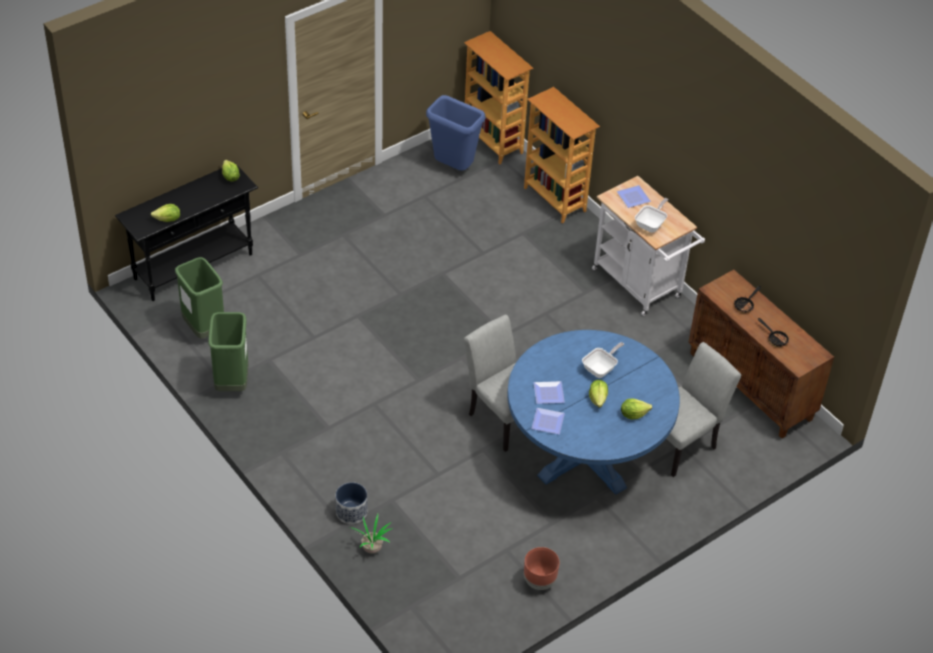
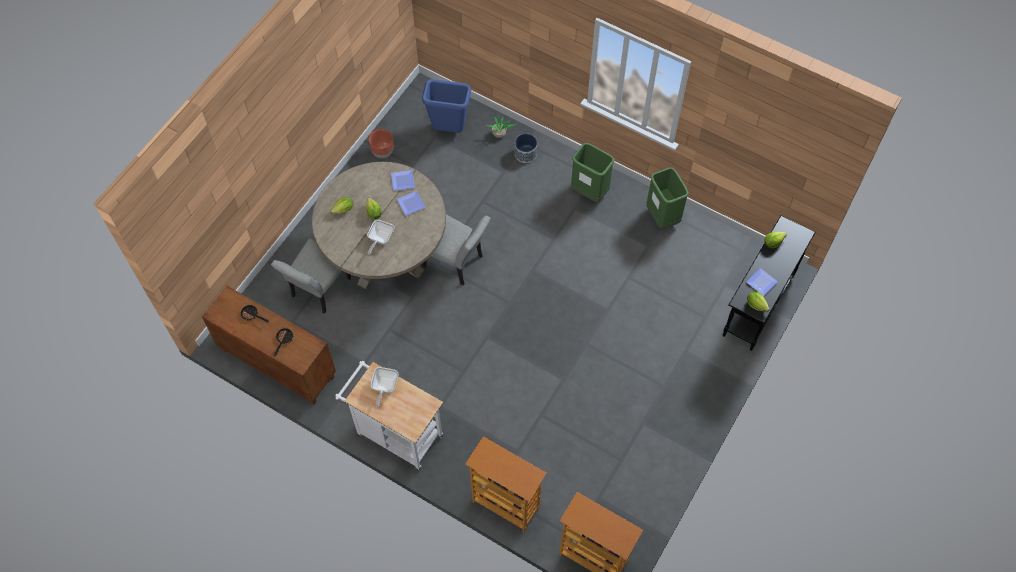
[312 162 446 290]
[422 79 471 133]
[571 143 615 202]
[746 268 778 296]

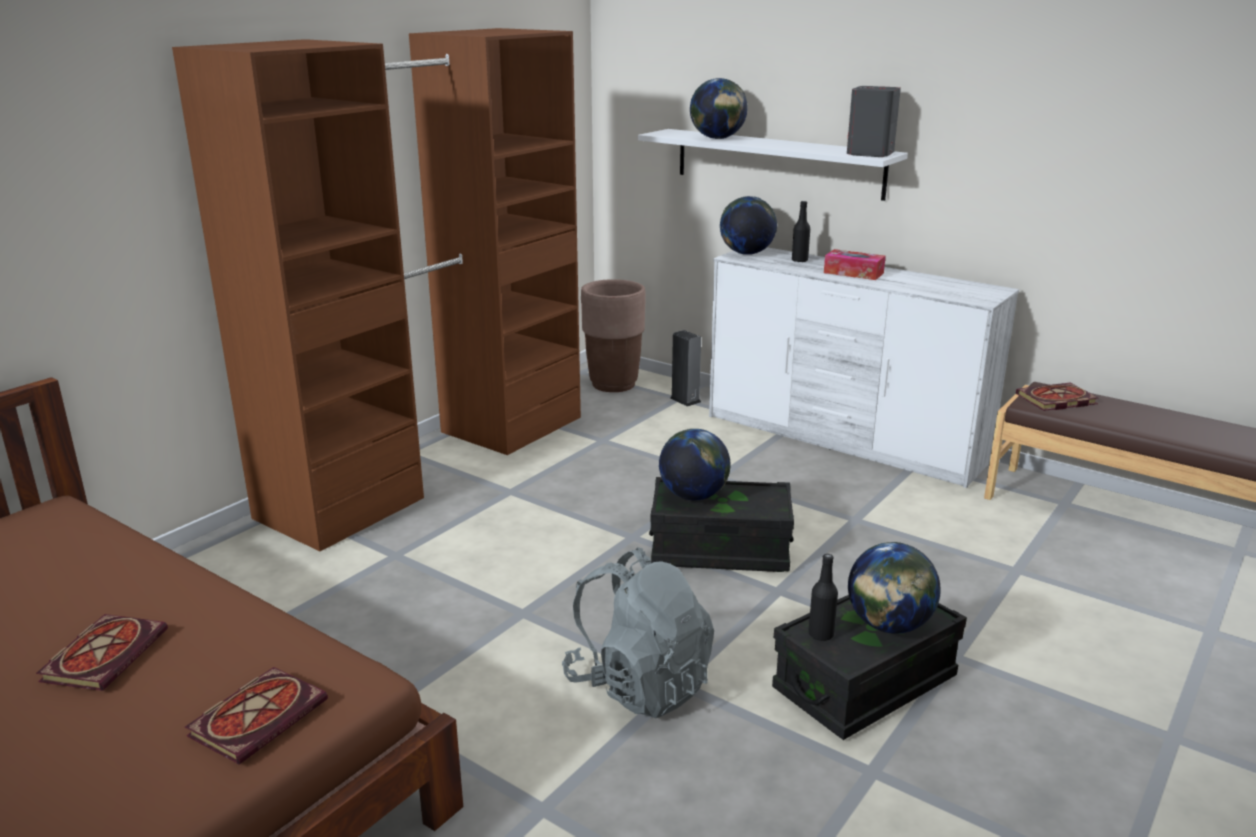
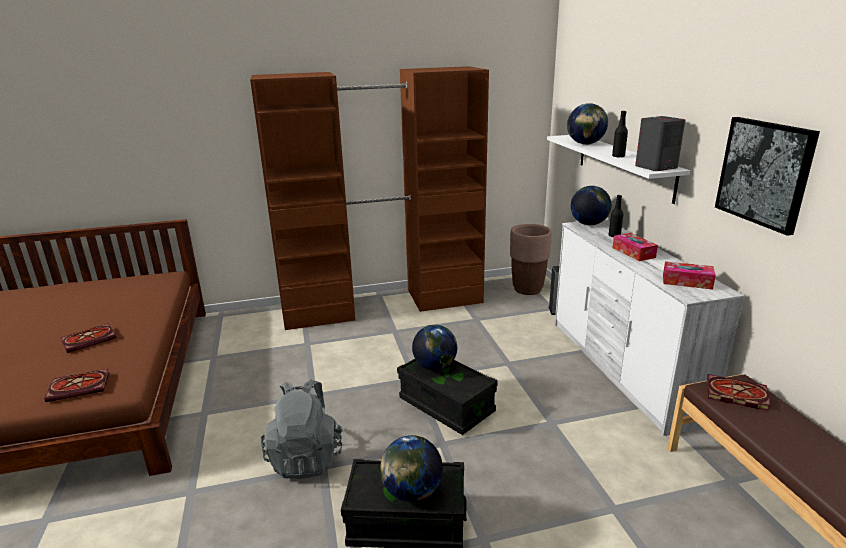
[612 111 628 157]
[663 261 716 290]
[715 117 820 236]

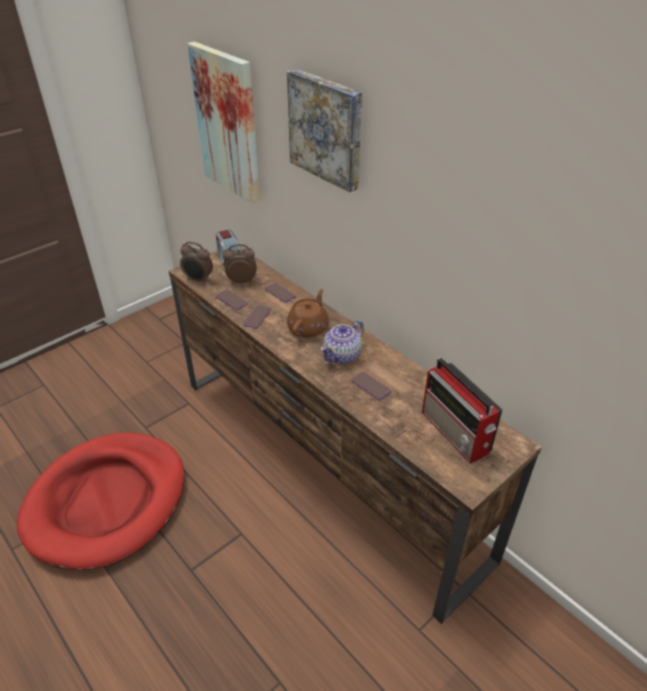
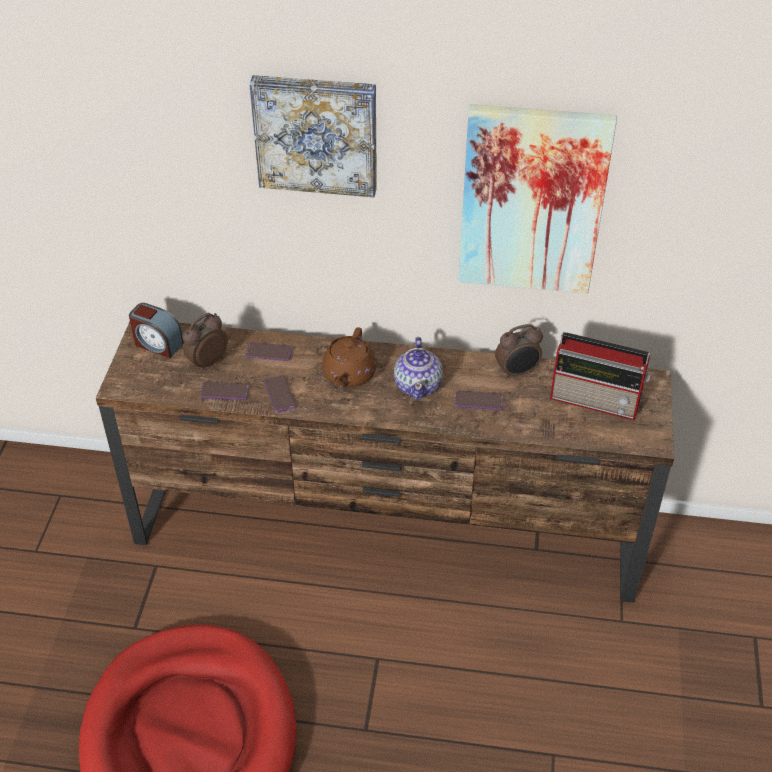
[322 327 376 388]
[459 104 617 294]
[495 324 543 379]

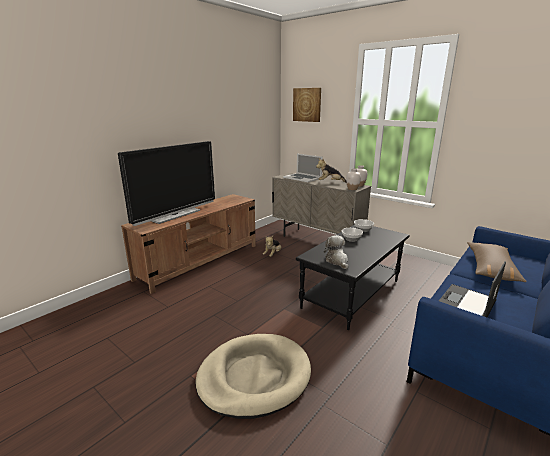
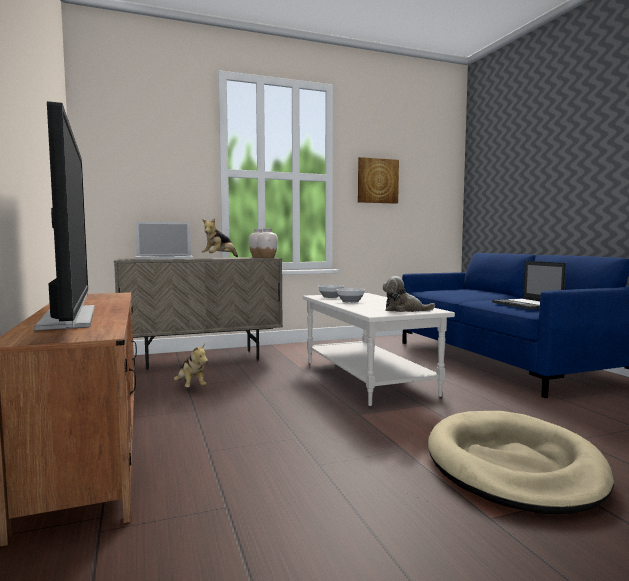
[303 293 455 406]
[358 157 399 204]
[467 242 527 282] (first image)

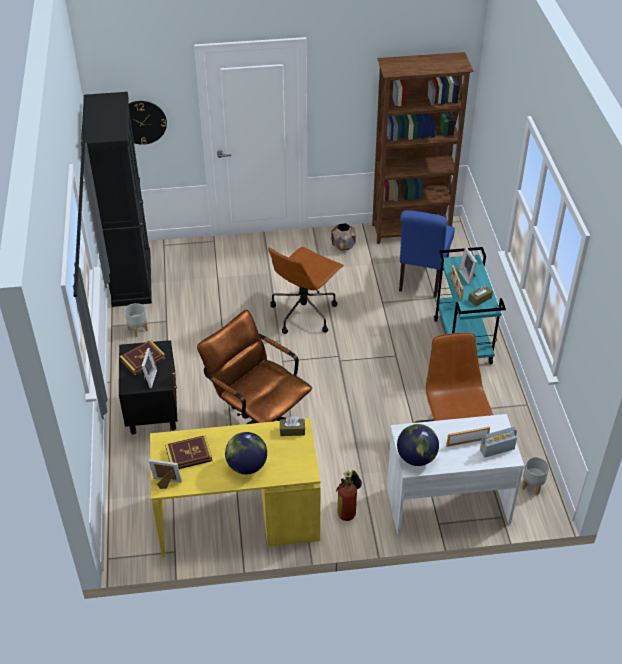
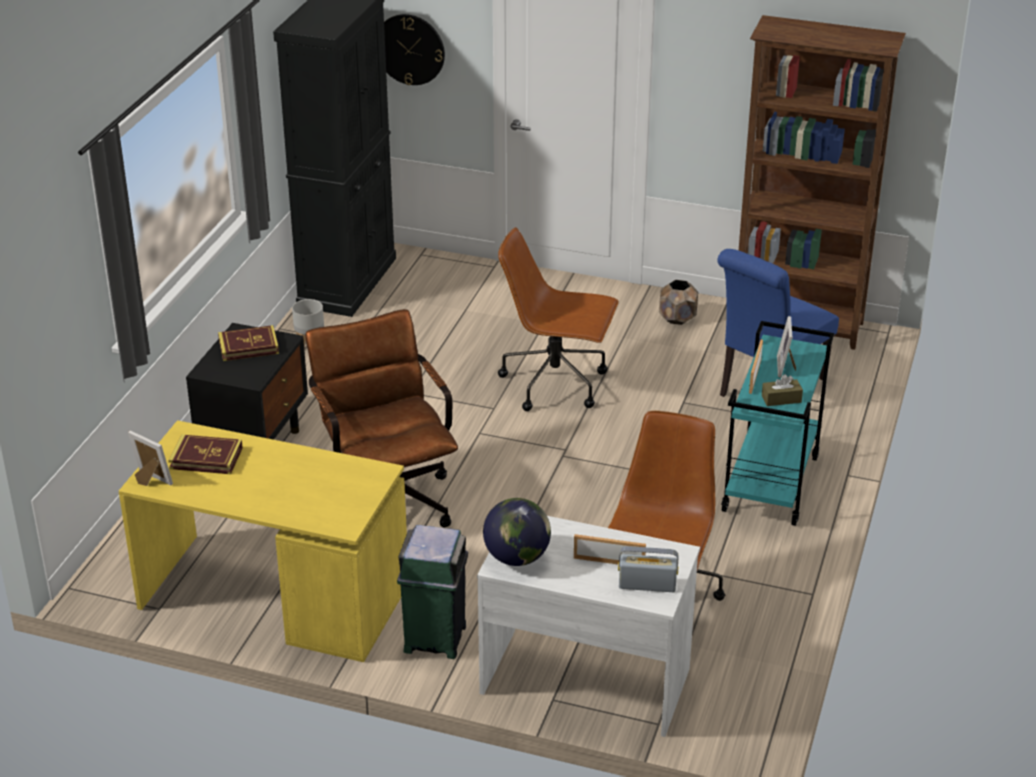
[397 525 468 659]
[498 227 619 411]
[142 348 157 388] (first image)
[225 432 267 474] (first image)
[280 416 305 436] (first image)
[522 457 549 495] (first image)

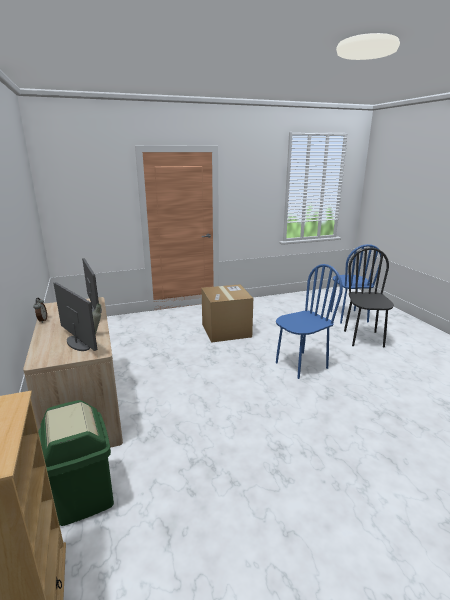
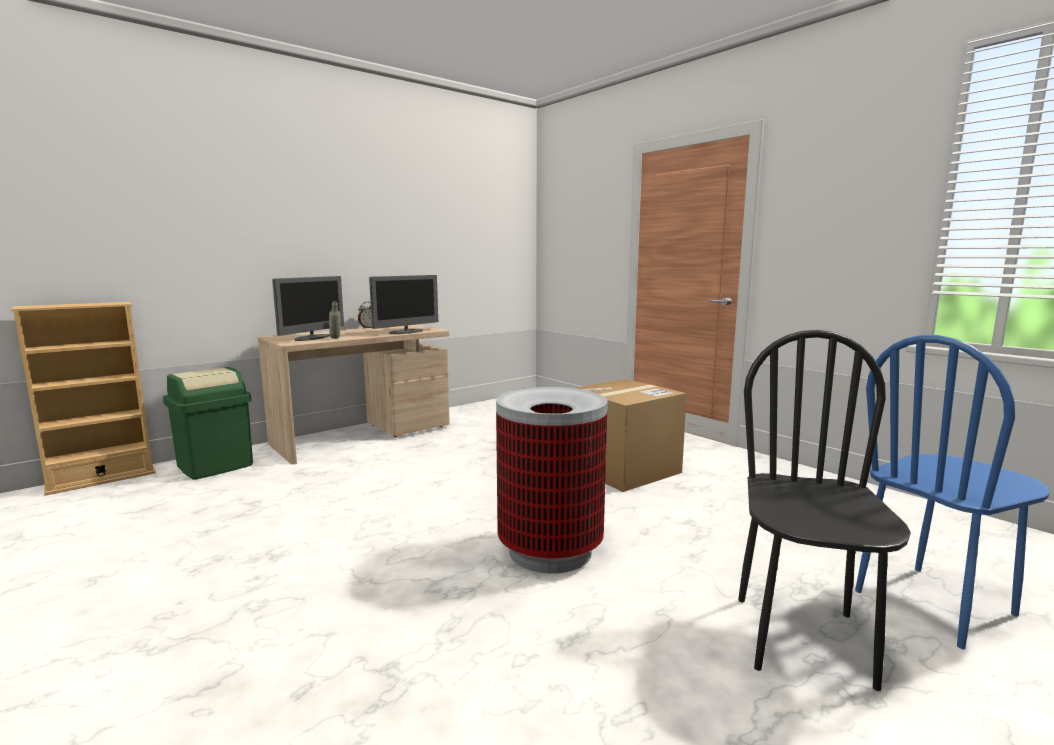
[496 387 608 573]
[738 330 911 691]

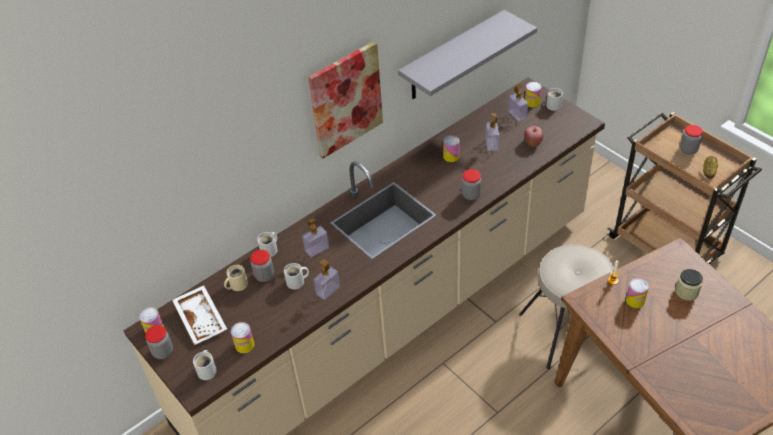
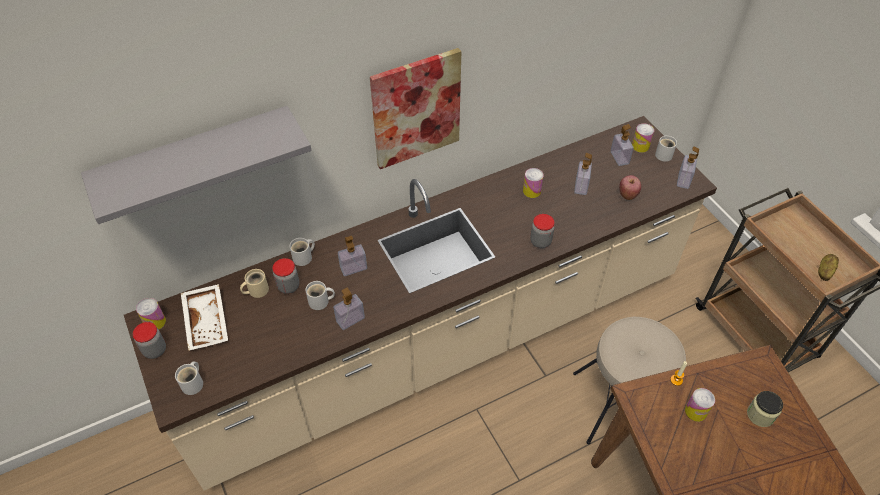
[81 106 311 224]
[677 146 699 189]
[231 322 254 353] (first image)
[680 125 703 154] (first image)

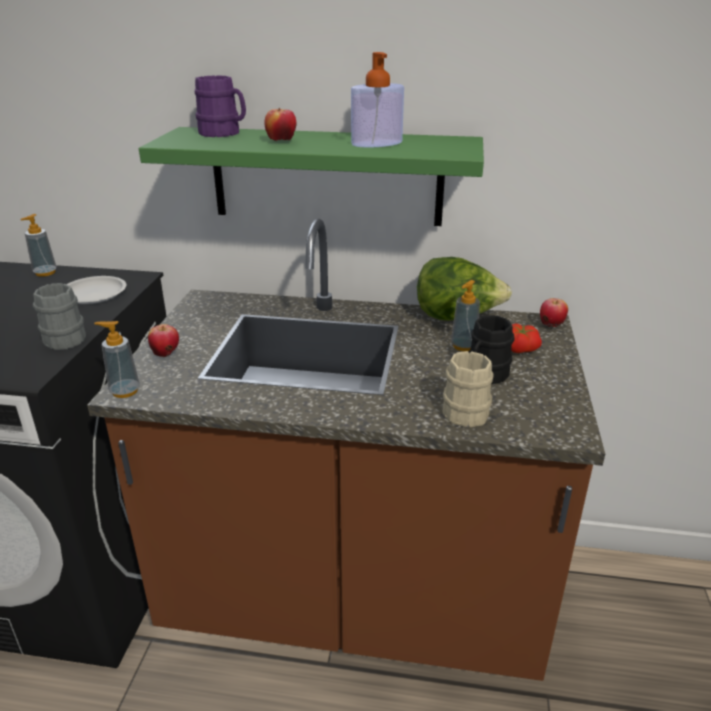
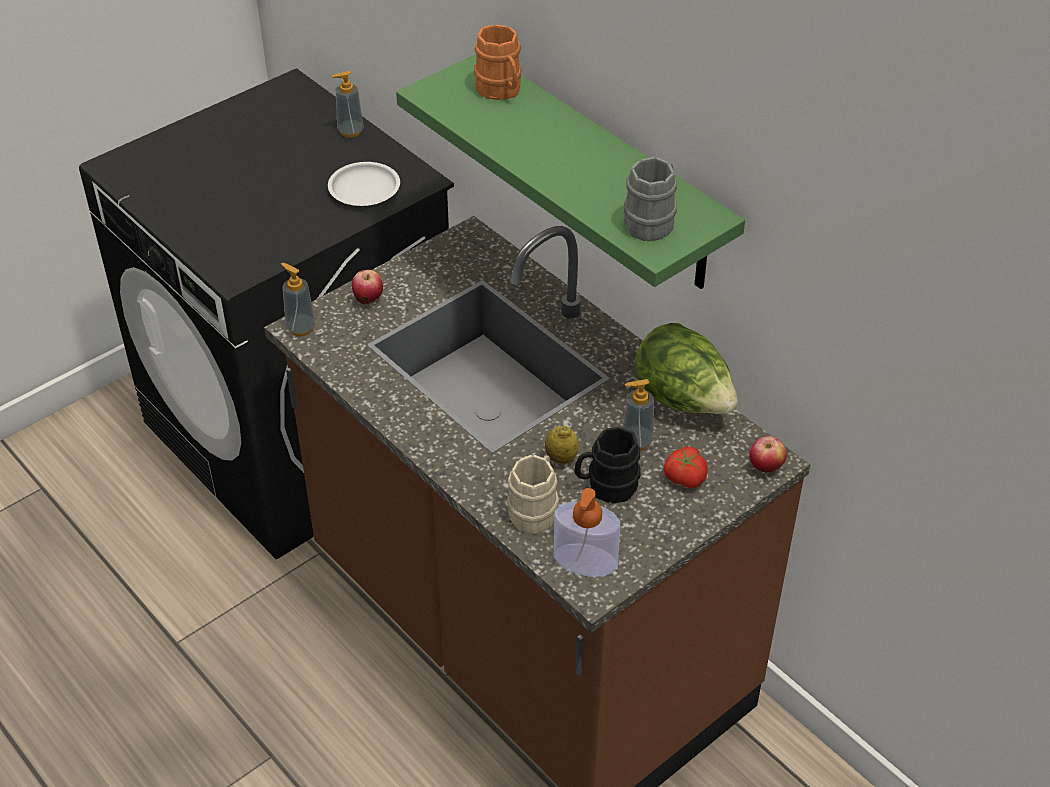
[474 25 522 100]
[545 426 578 464]
[554 488 620 577]
[624 157 677 242]
[264 108 297 141] (first image)

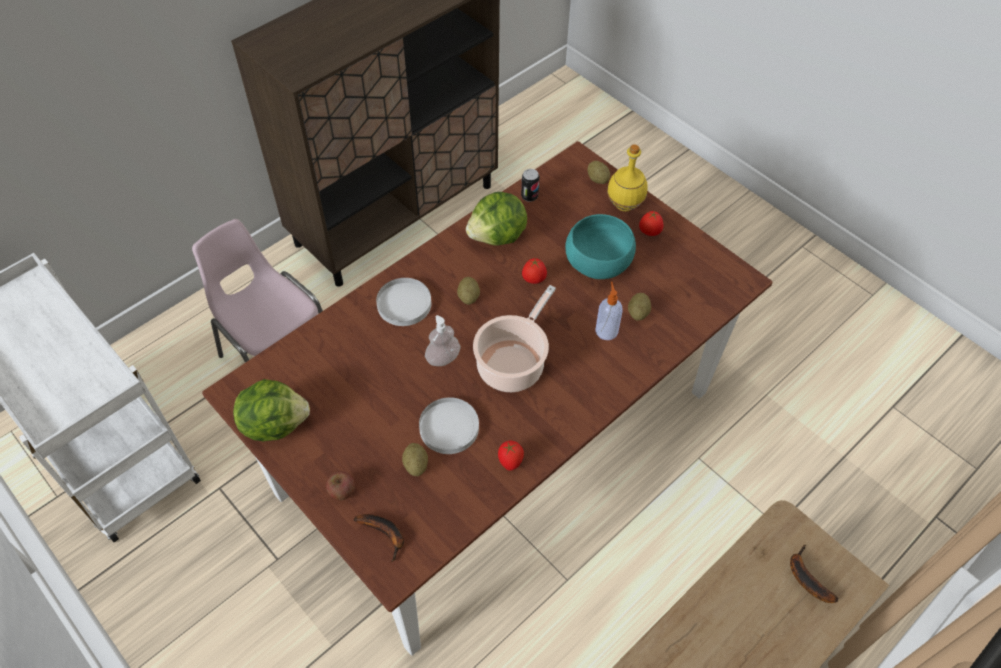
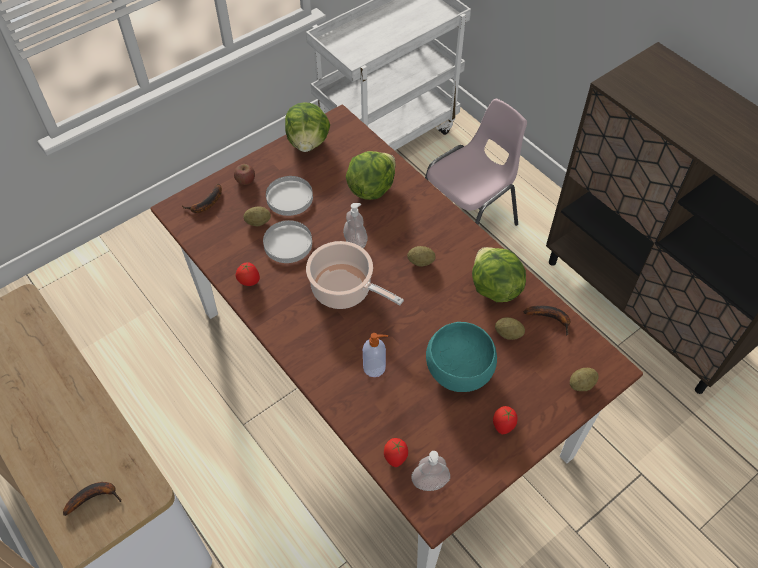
[266 176 313 216]
[346 151 396 200]
[384 438 408 467]
[411 451 450 491]
[495 317 525 340]
[523 305 570 336]
[607 144 648 211] (first image)

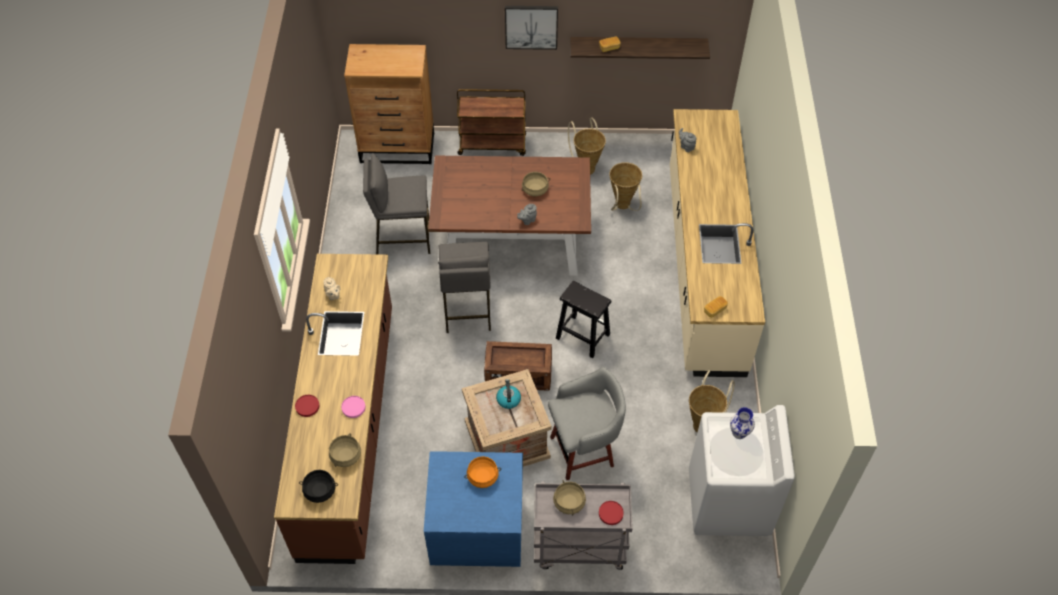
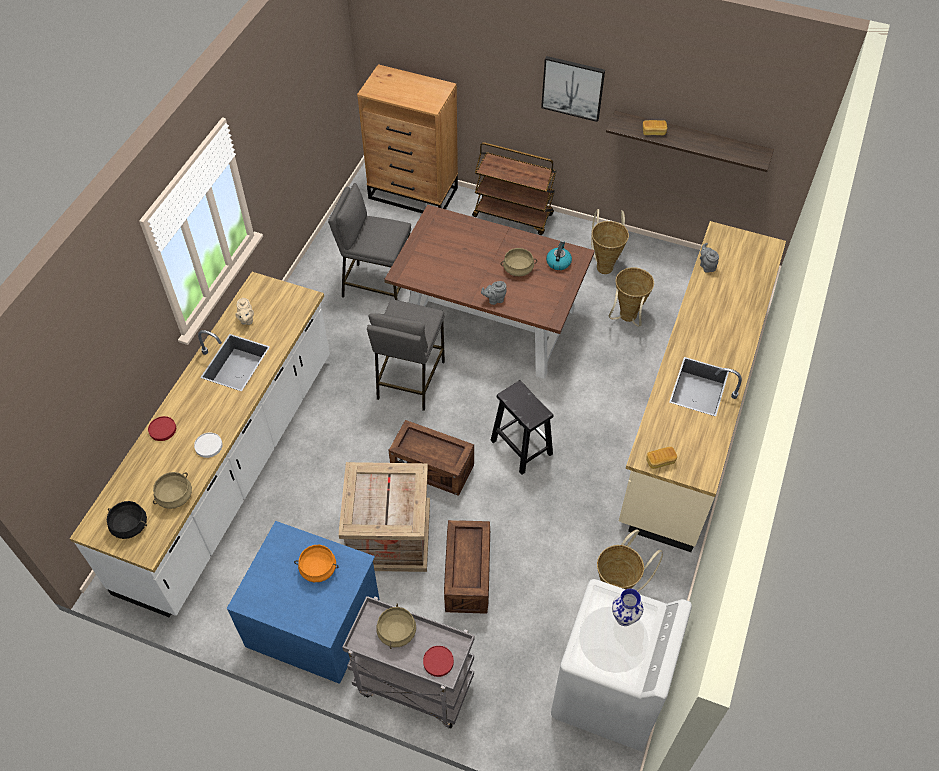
[70 272 330 618]
[194 433 223 458]
[444 520 490 614]
[546 241 572 270]

